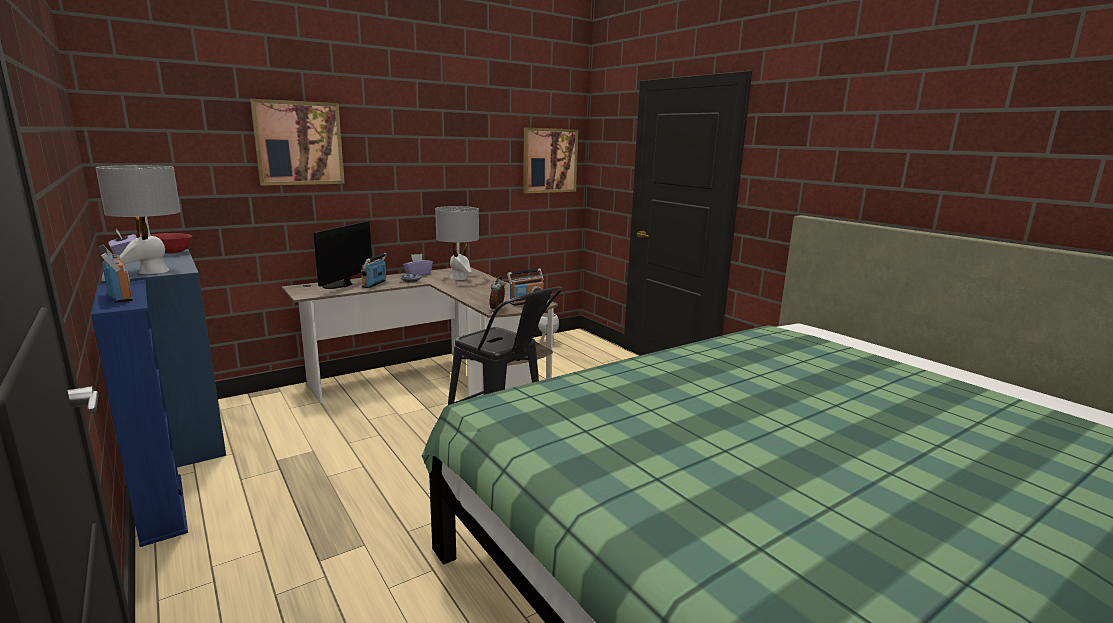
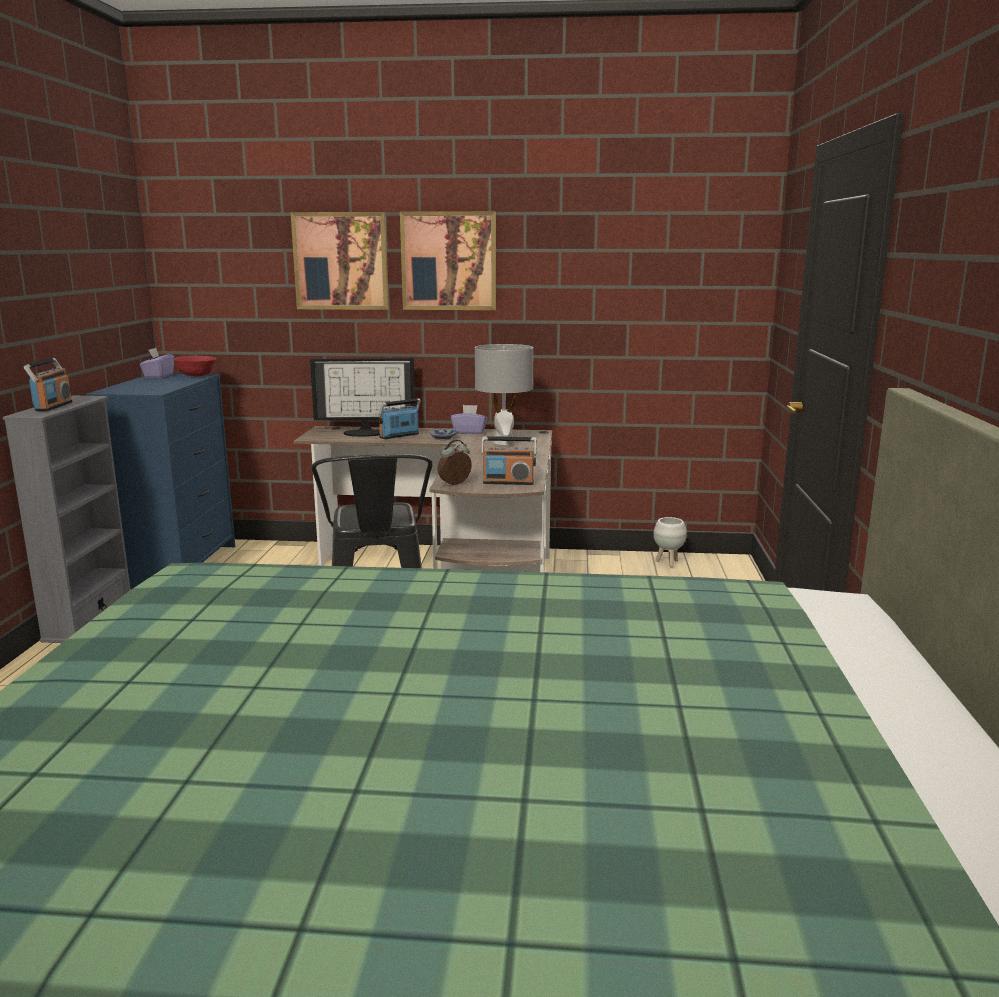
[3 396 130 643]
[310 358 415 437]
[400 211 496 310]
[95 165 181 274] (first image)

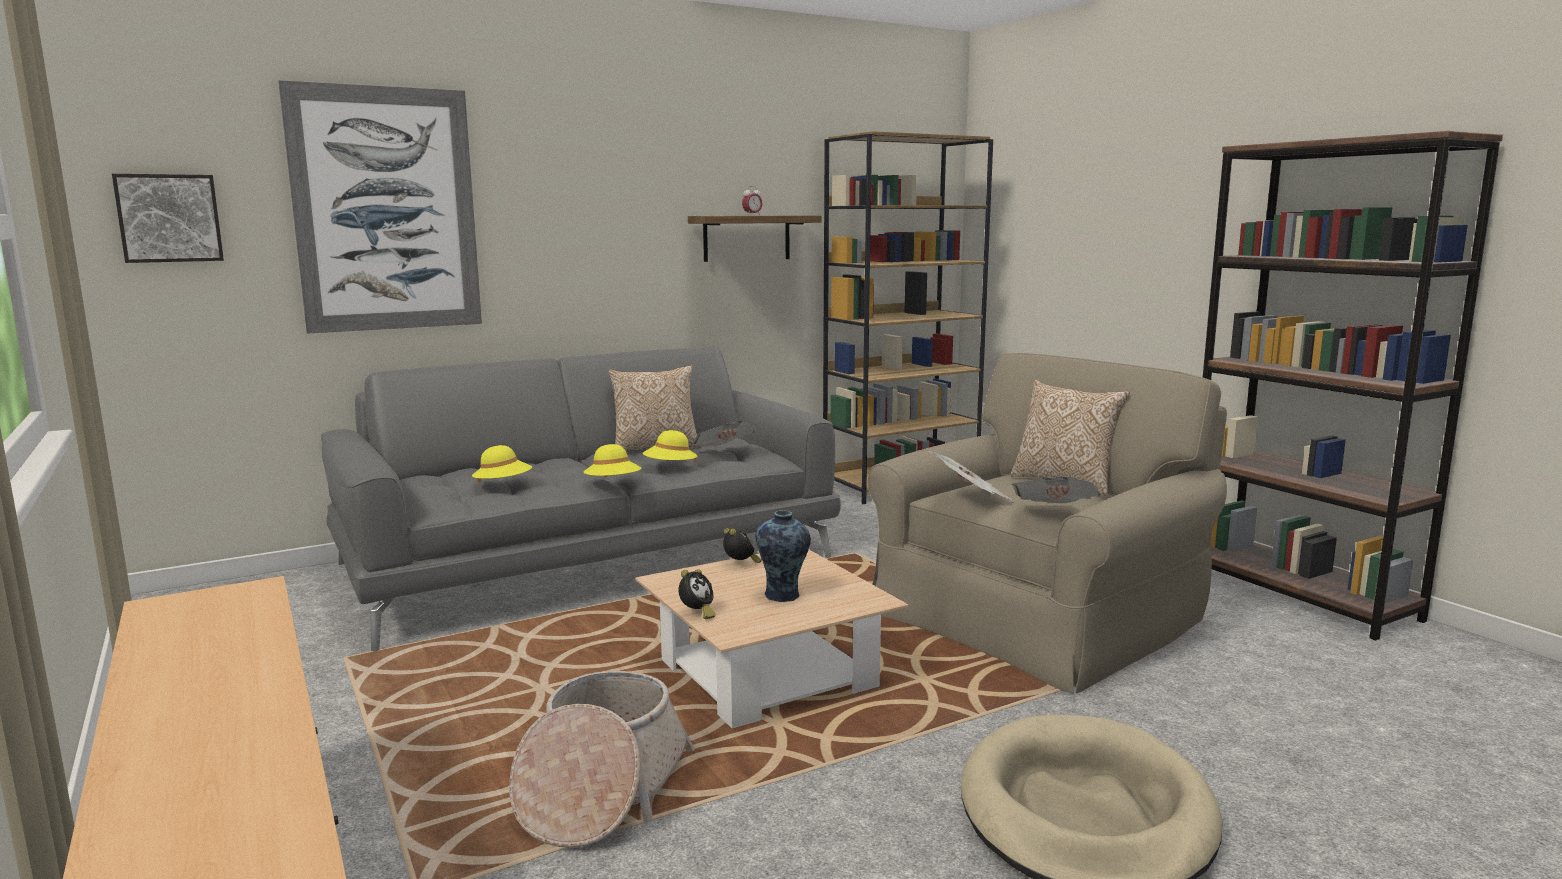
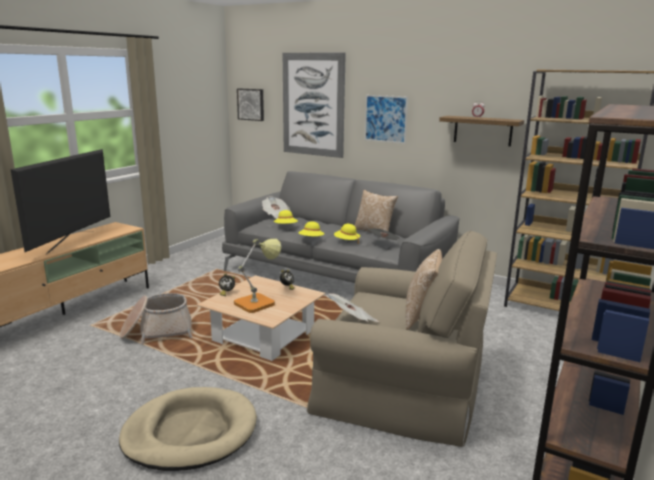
[10 149 110 254]
[234 239 281 313]
[262 196 290 219]
[364 95 408 144]

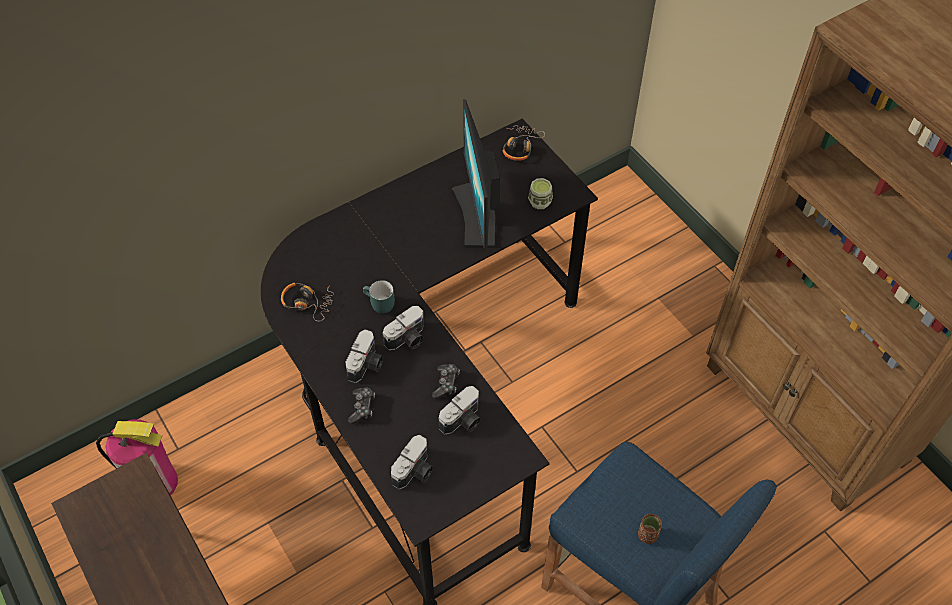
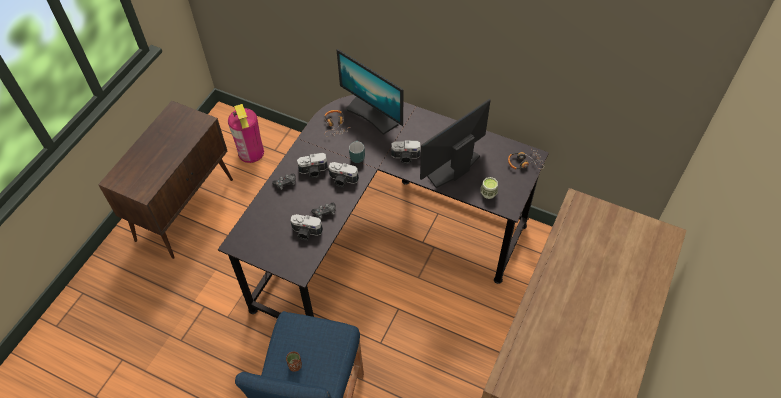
[337 49 403 135]
[391 140 421 164]

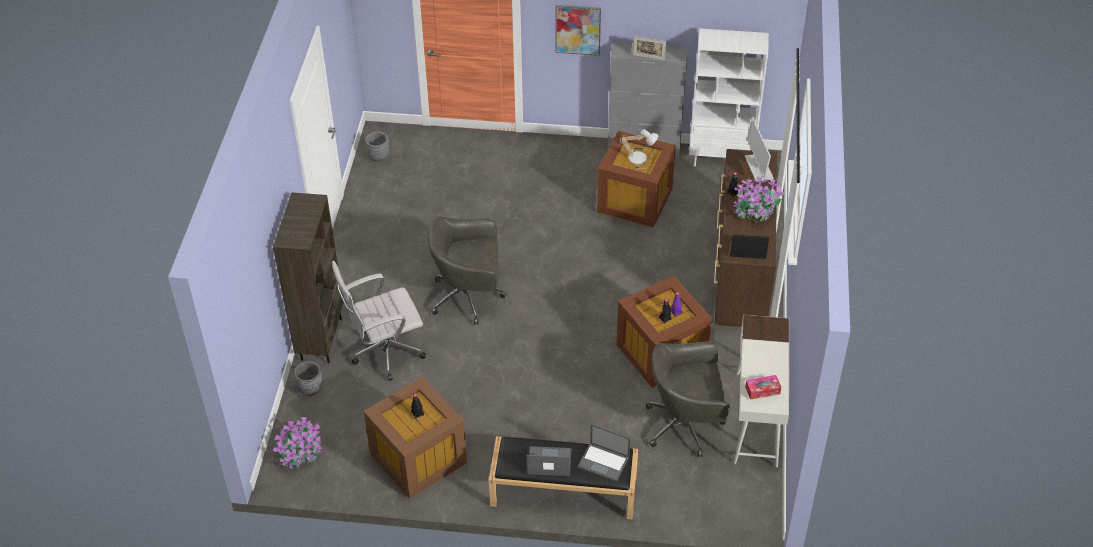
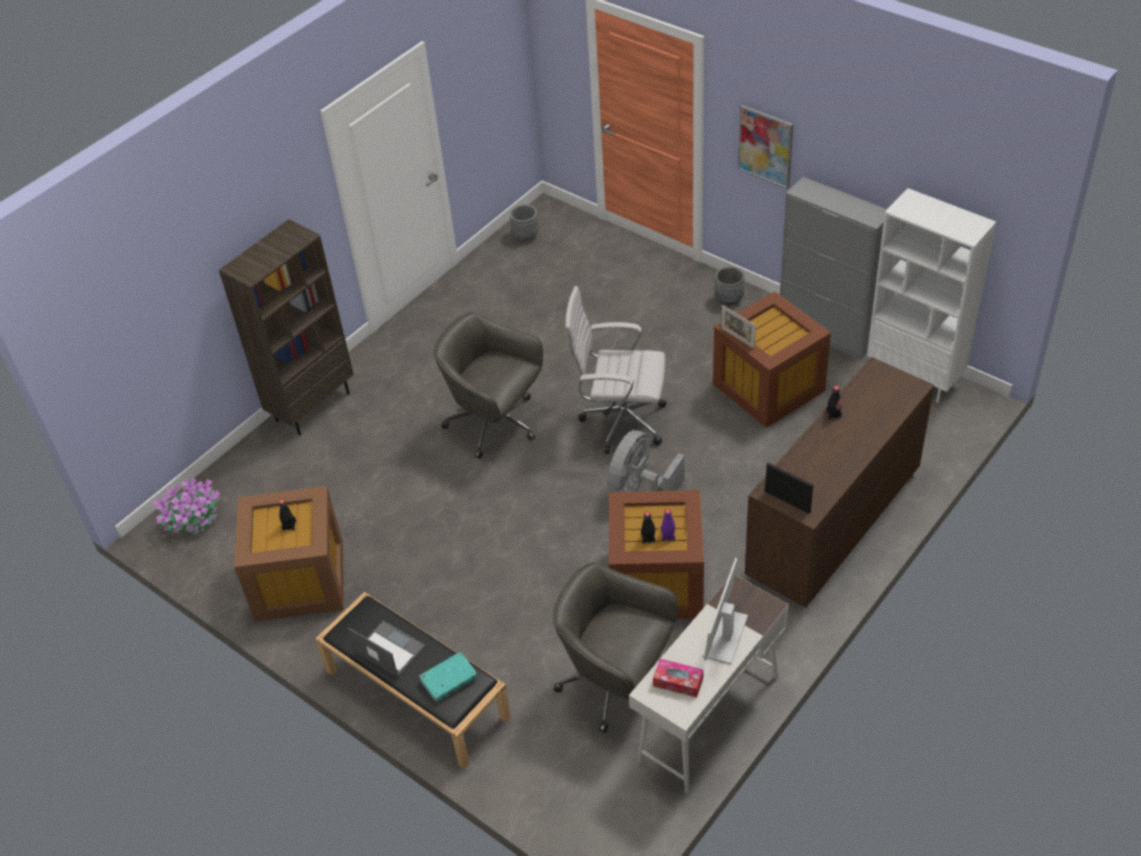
[419 652 478 702]
[565 286 666 454]
[607 430 684 492]
[702 558 748 665]
[715 266 745 306]
[721 305 756 349]
[620 129 659 169] (first image)
[733 175 784 223] (first image)

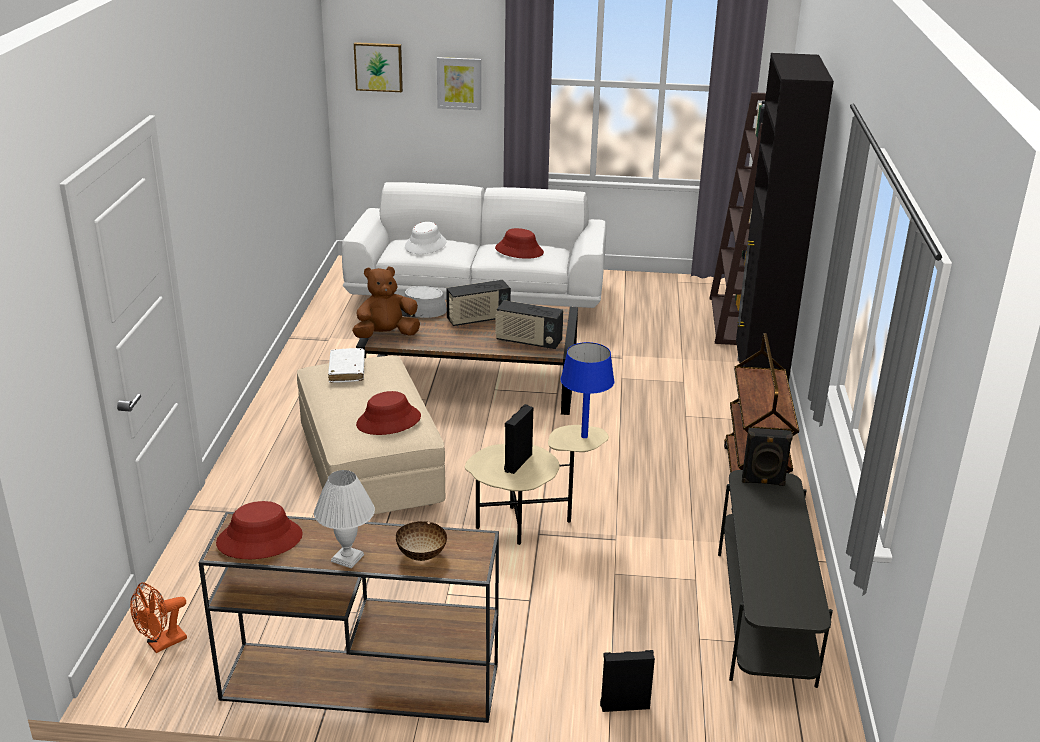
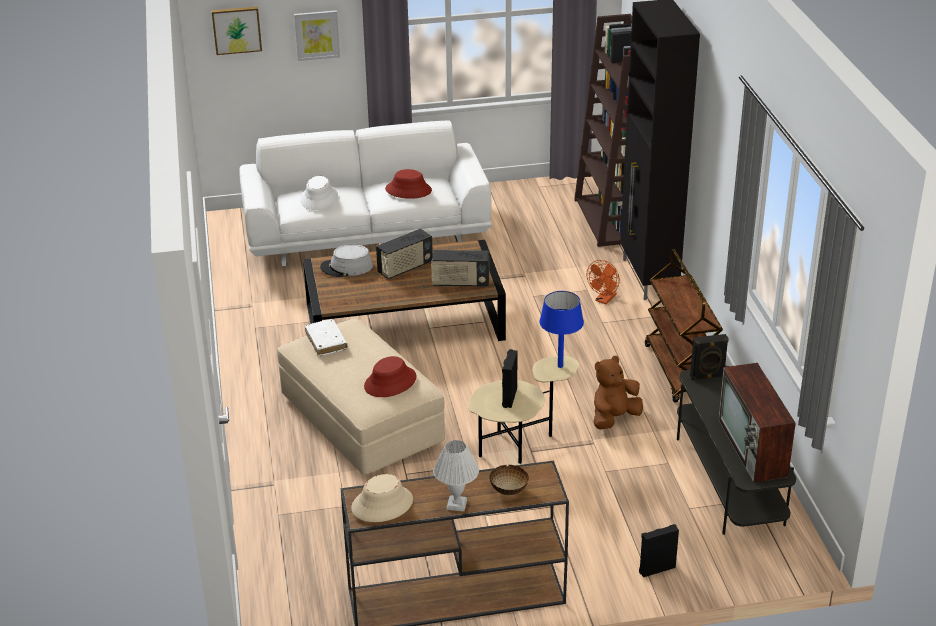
[351 474 413 522]
[587 260 620 304]
[594 356 643 430]
[718 363 796 482]

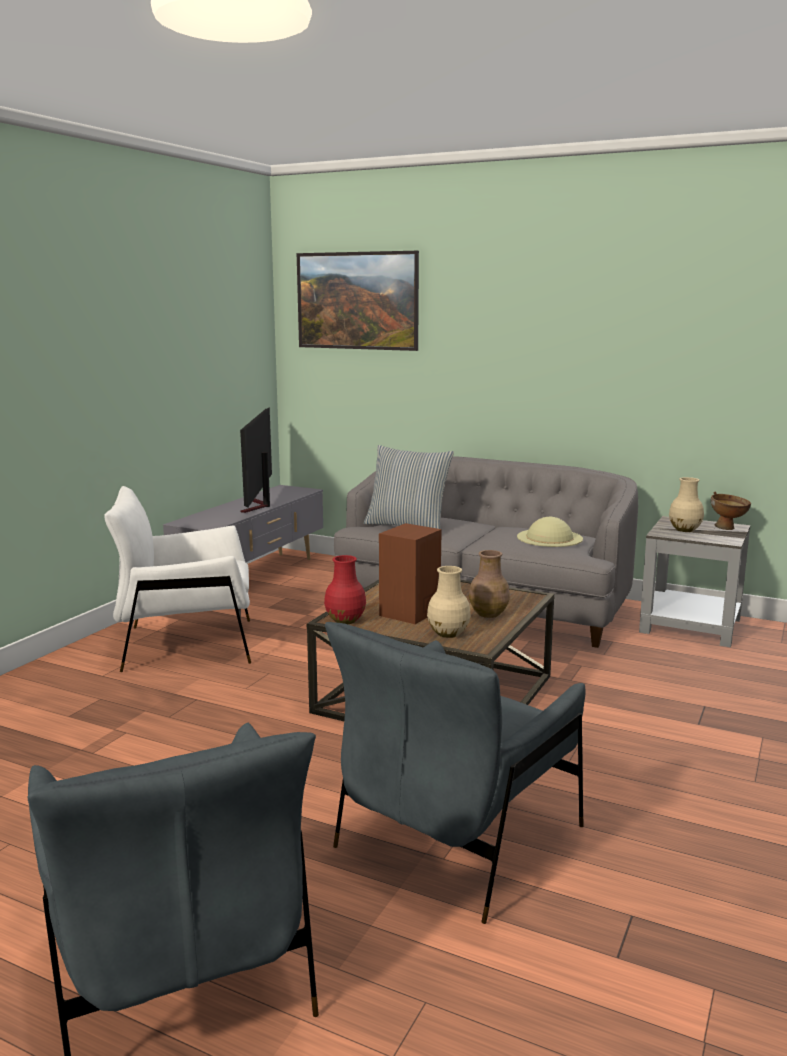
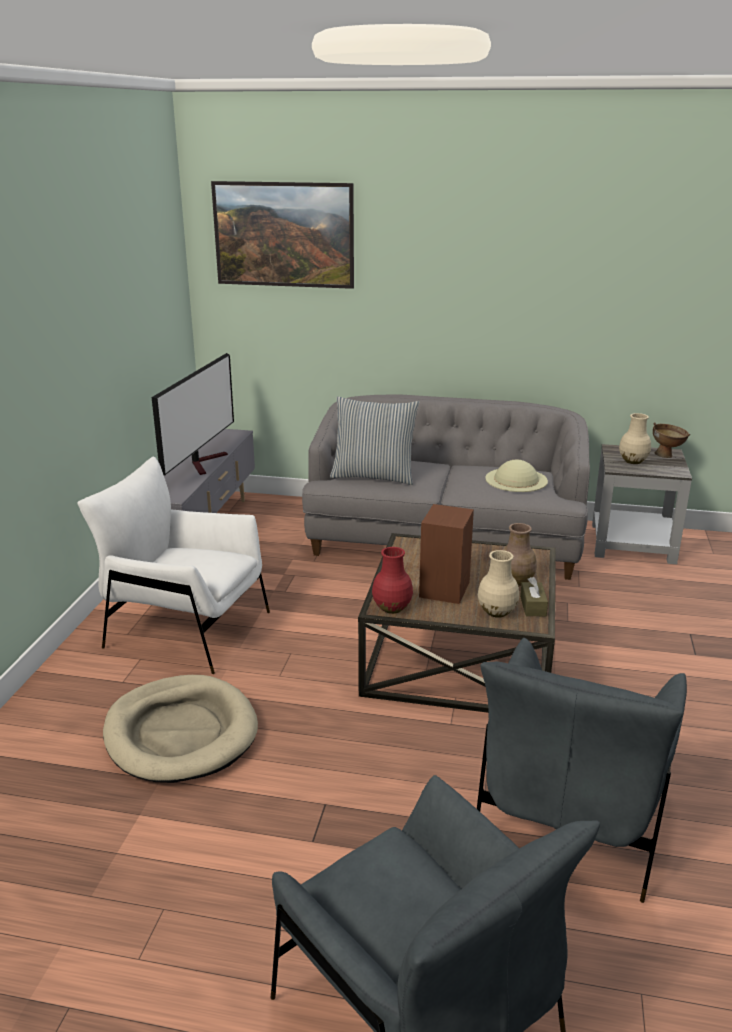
[77 456 270 674]
[103 675 258 783]
[152 353 234 475]
[520 577 548 616]

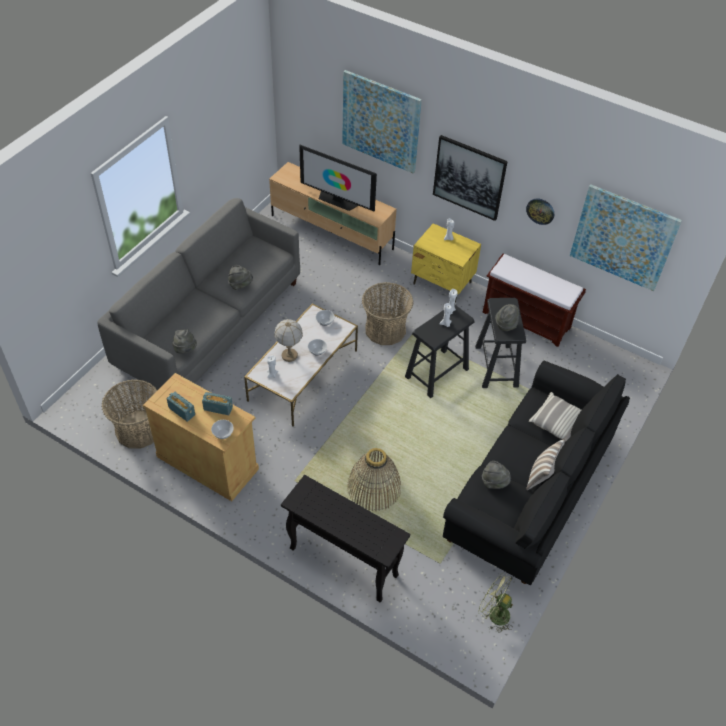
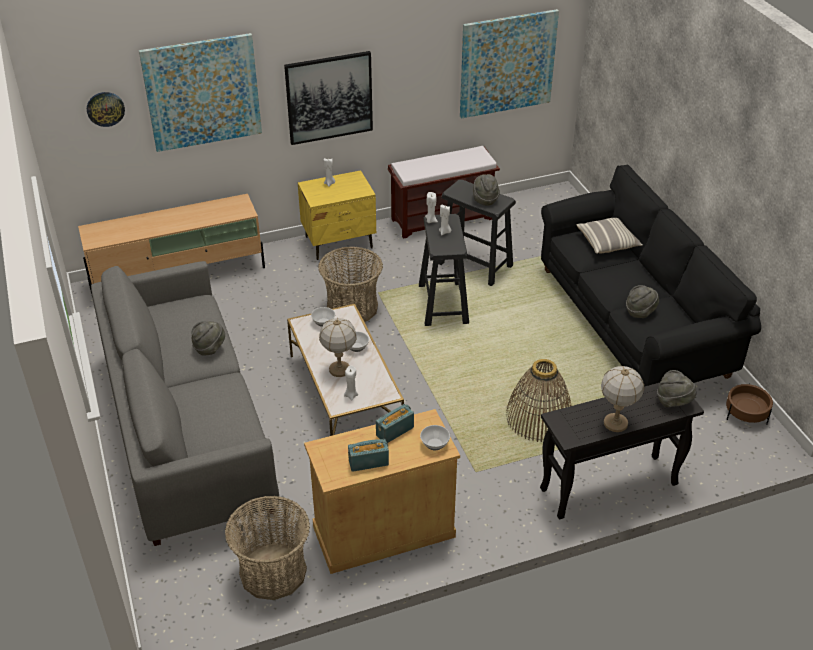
[87 92 125 127]
[601 366 644 432]
[657 370 697 408]
[726 383 773 425]
[299 145 377 212] (first image)
[526 440 565 490] (first image)

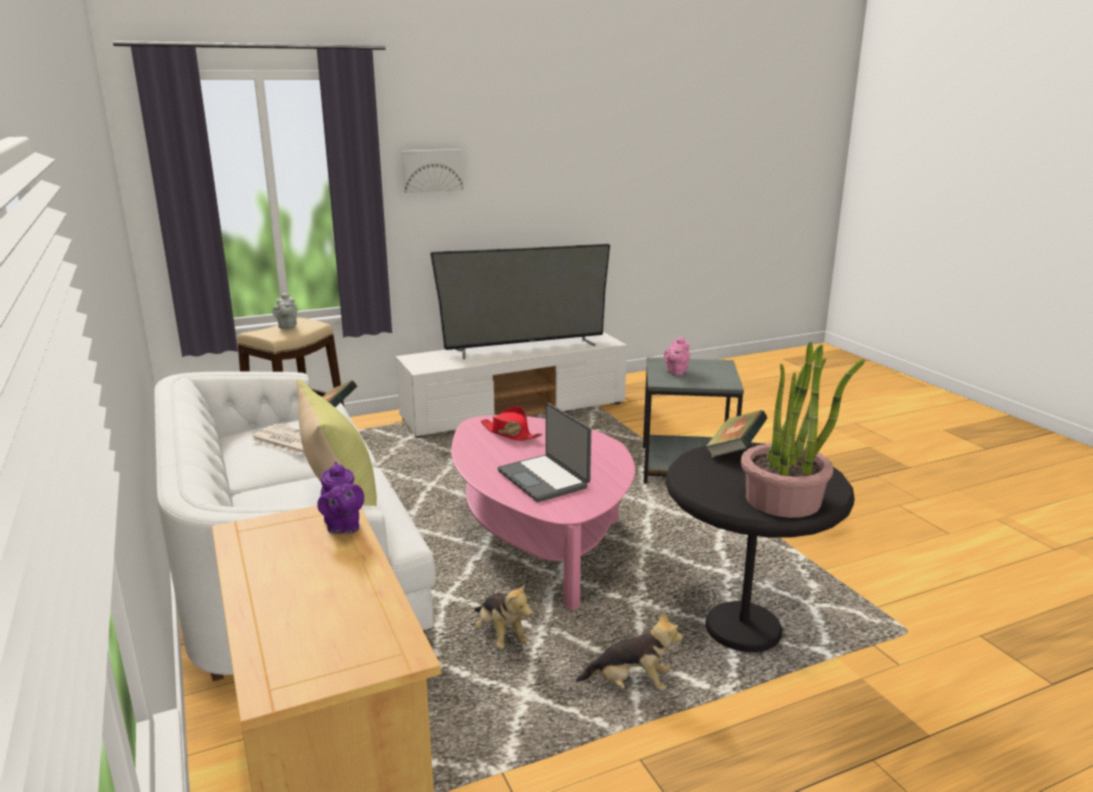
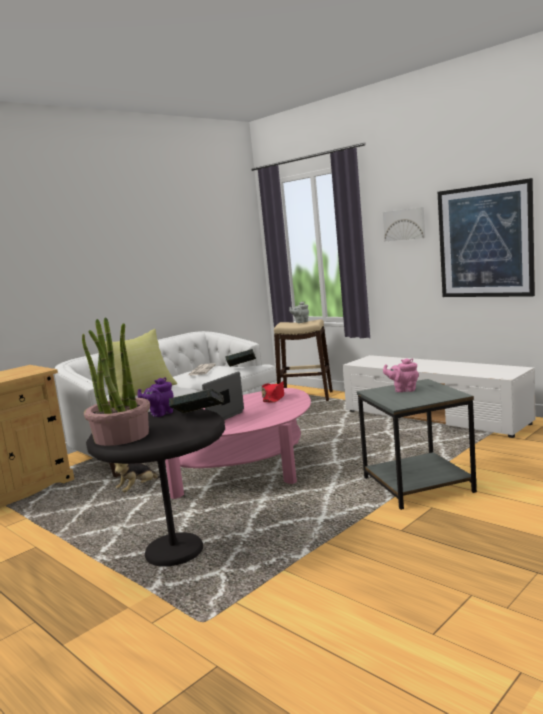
[138 377 174 417]
[438 178 535 297]
[430 244 610 359] (first image)
[576 611 683 690] (first image)

